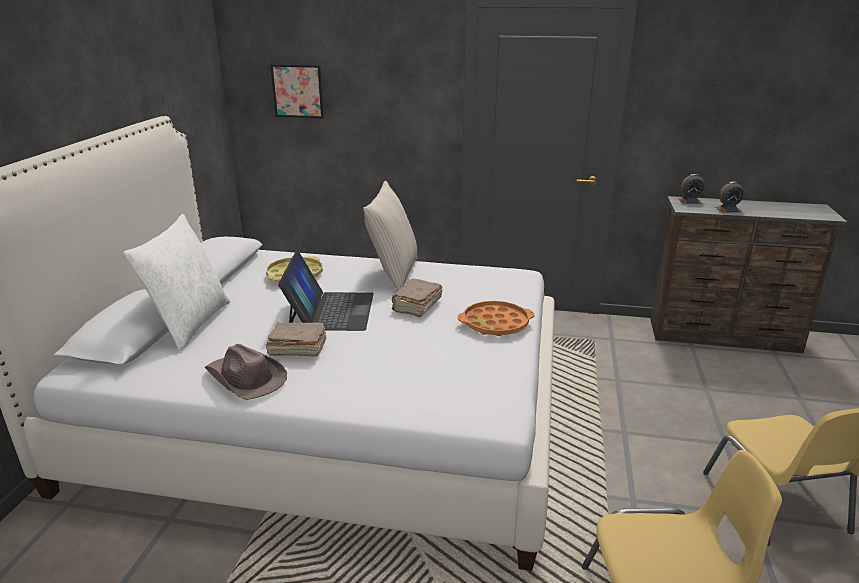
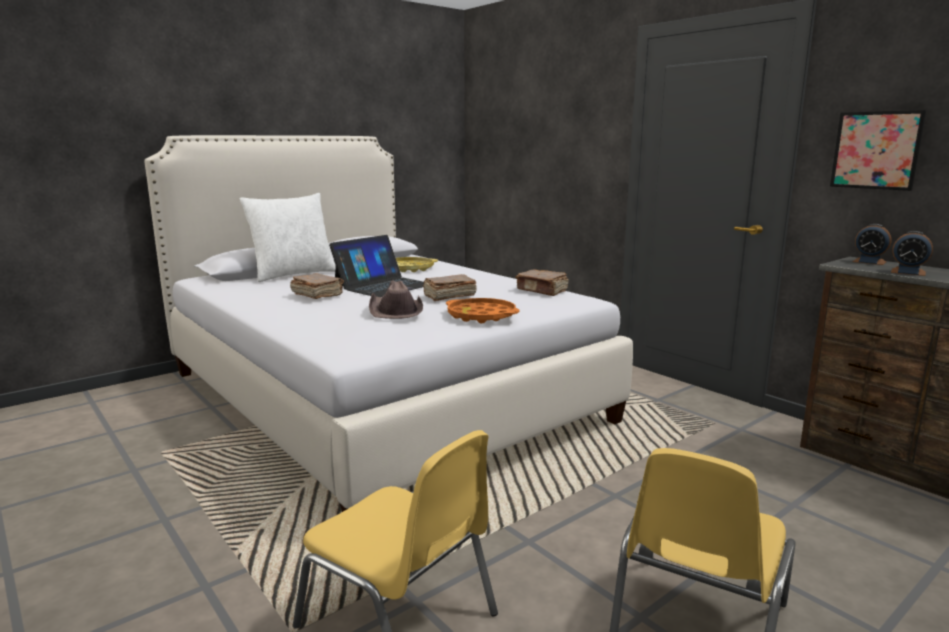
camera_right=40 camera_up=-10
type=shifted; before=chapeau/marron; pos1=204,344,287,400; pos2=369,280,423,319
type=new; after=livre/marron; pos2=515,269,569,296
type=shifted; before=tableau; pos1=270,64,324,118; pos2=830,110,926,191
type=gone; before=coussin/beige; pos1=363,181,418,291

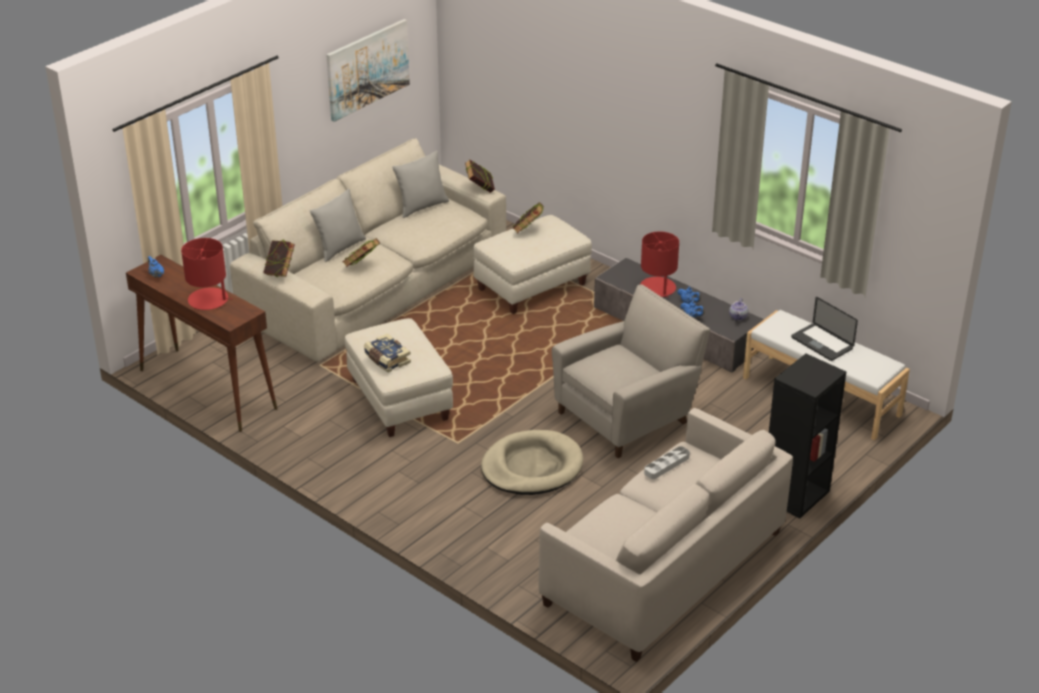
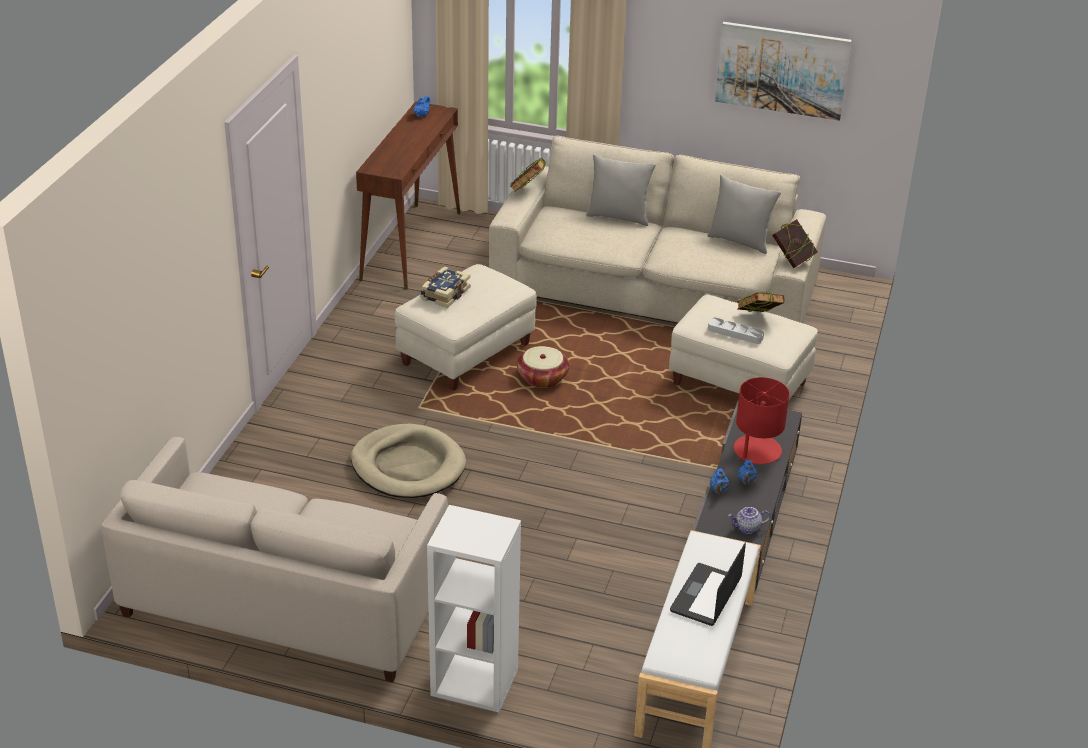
camera_right=65 camera_up=0
type=repainted; before=bibliothèque/noir; after=bibliothèque/blanc; pos1=769,354,846,518; pos2=427,505,521,713
type=new; after=panier; pos2=517,346,569,388
type=shifted; before=plateau/gris; pos1=644,446,690,479; pos2=708,317,764,344
type=gone; before=lampe de table/rouge; pos1=181,238,233,310
type=gone; before=livre; pos1=343,238,380,267
type=gone; before=fauteuil/beige; pos1=552,284,710,458

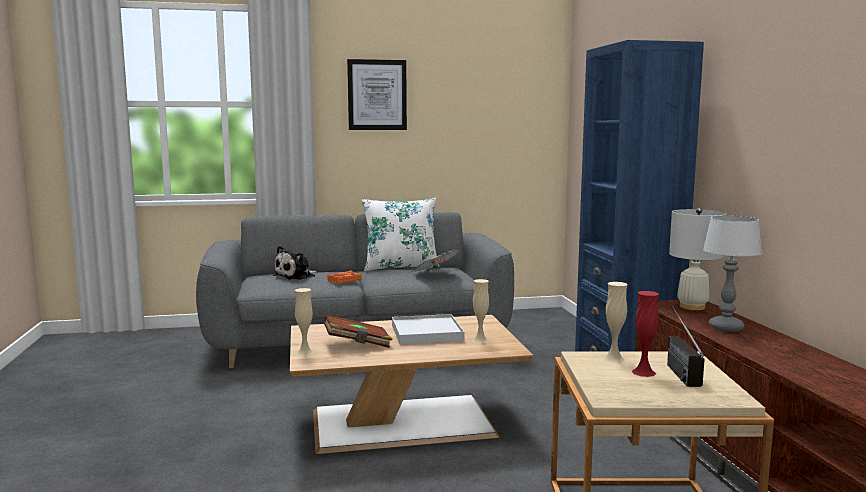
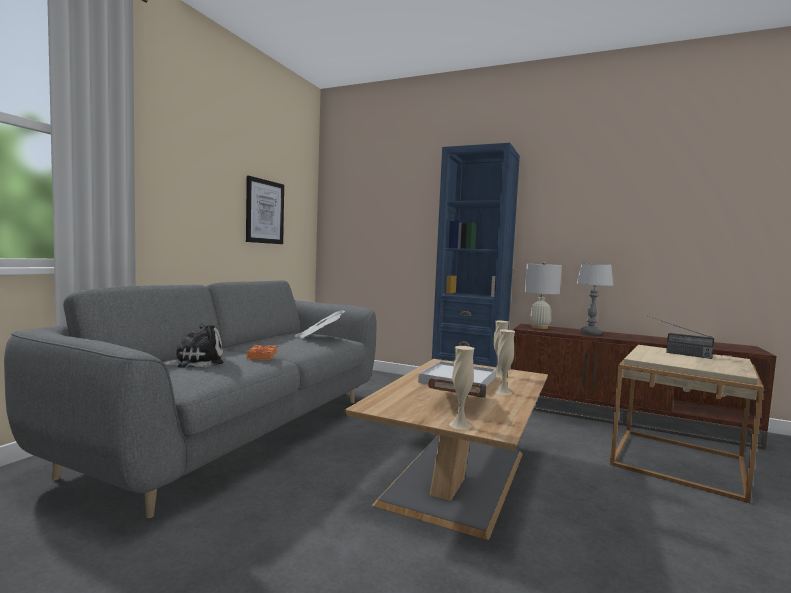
camera_right=-55 camera_up=-5
type=rotated; before=peluche; pos1=273,245,317,280; pos2=163,324,223,367; turn=-105
type=shifted; before=tableau; pos1=347,59,407,130; pos2=246,176,284,244
type=shifted; before=vase/beige; pos1=603,282,628,363; pos2=494,329,515,395
type=gone; before=coussin/blanc; pos1=362,198,440,271
type=gone; before=vase/rouge; pos1=631,291,659,377

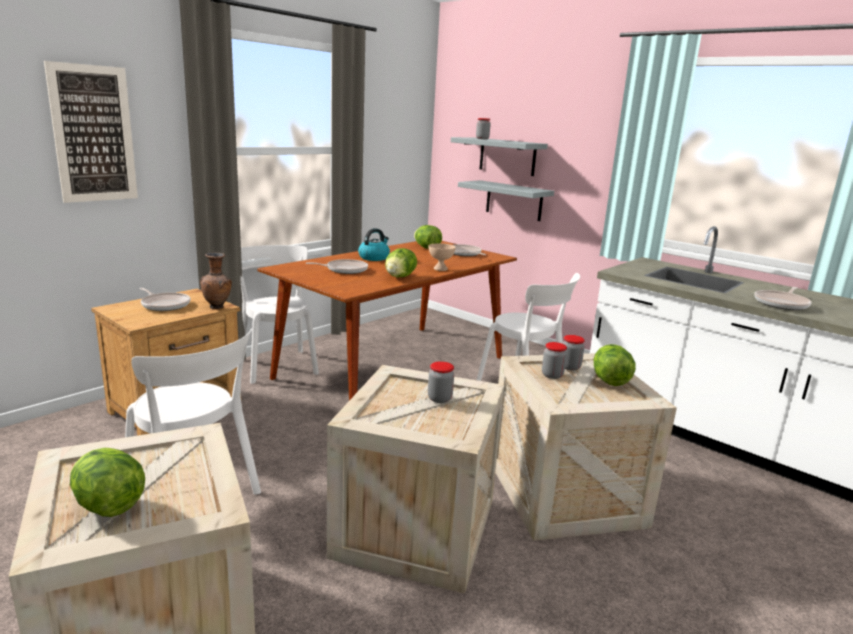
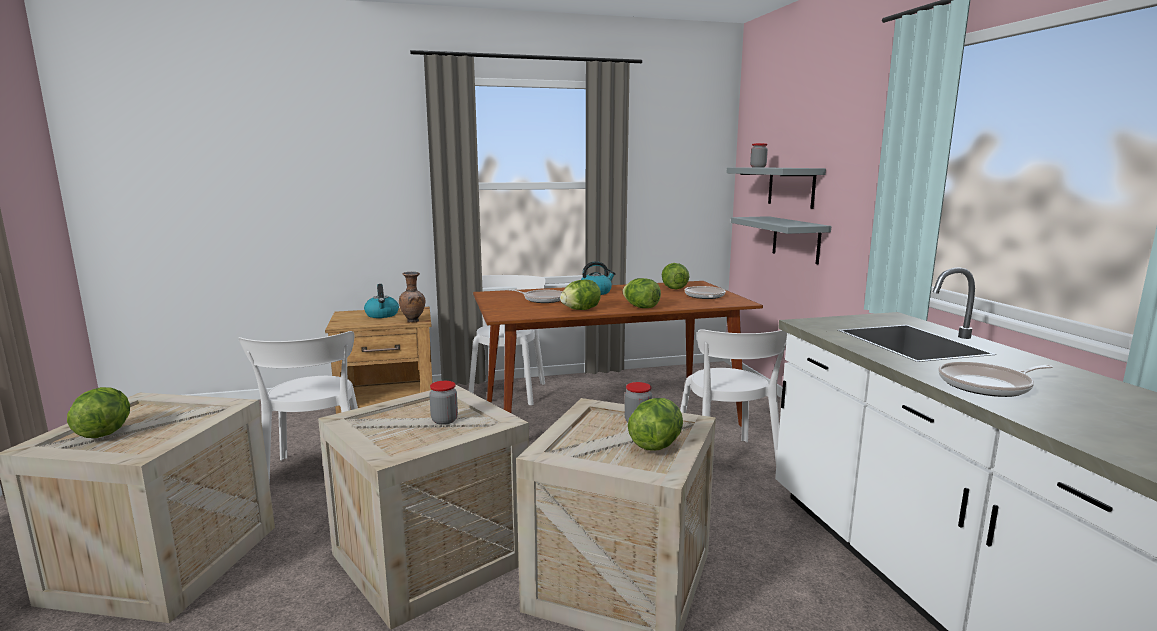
camera_right=35 camera_up=-5
type=swapped; before=poêle; after=bouilloire; pos1=140,288,191,311; pos2=364,284,399,318
type=swapped; before=bol/beige; after=laitue; pos1=429,243,456,271; pos2=623,278,661,308
type=gone; before=tableau; pos1=44,61,138,203
type=gone; before=bocal; pos1=542,342,567,379

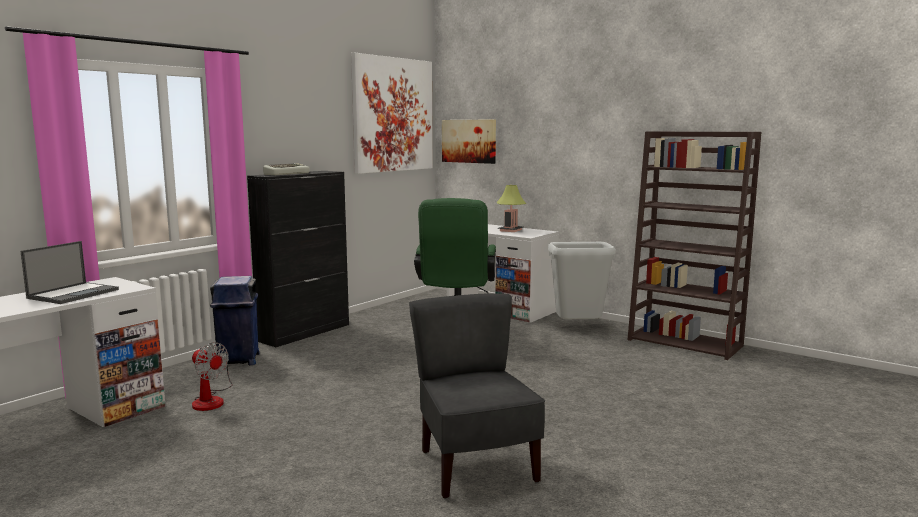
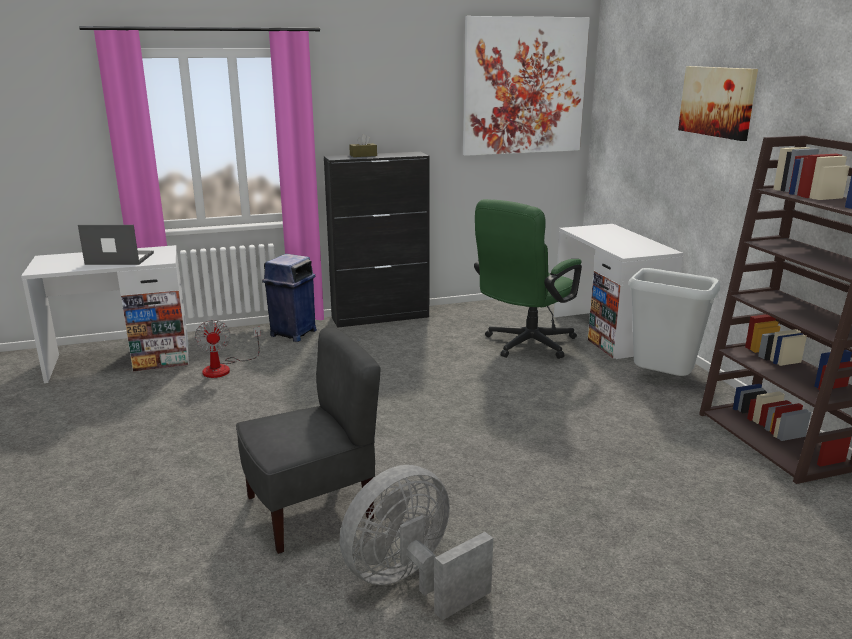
camera_right=35 camera_up=10
type=rotated; before=ordinateur portable; pos1=21,241,119,304; pos2=78,225,154,265; turn=-150
type=rotated; before=chaise/gris; pos1=409,293,545,499; pos2=236,327,381,554; turn=45
type=new; after=ventilateur/gris; pos2=340,465,493,621
type=swapped; before=clavier; after=boîte à mouchoirs/marron; pos1=263,163,310,175; pos2=349,134,377,157
type=shifted; before=tableau; pos1=442,119,496,164; pos2=678,66,758,141
type=gone; before=lampe de table; pos1=497,185,526,232

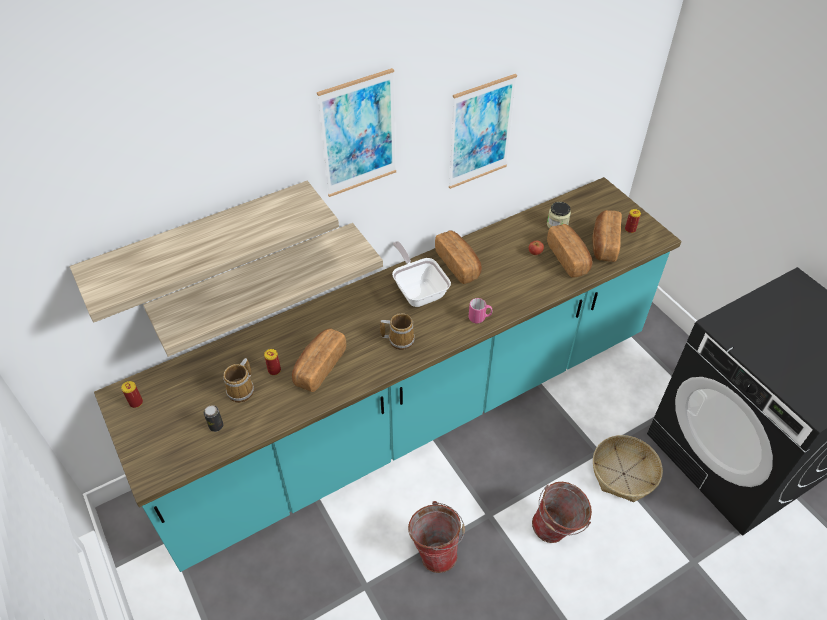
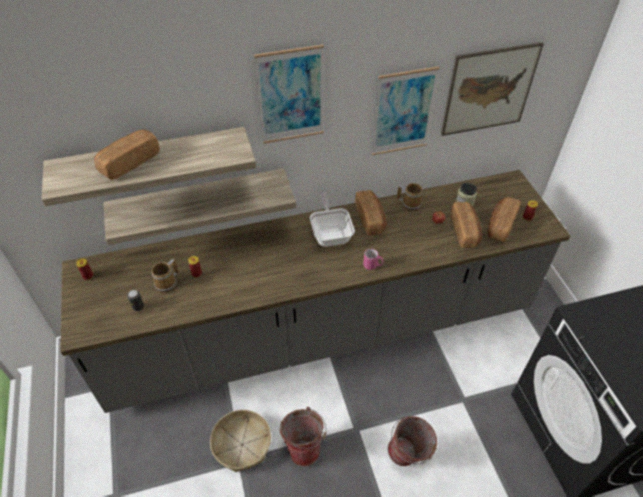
camera_right=15 camera_up=0
type=repainted; before=comptoir de cuisine/turquoise; after=comptoir de cuisine/gris; pos1=94,177,682,572; pos2=60,170,571,413
type=shifted; before=pain; pos1=292,328,346,392; pos2=94,130,159,180
type=shifted; before=panier; pos1=593,435,663,502; pos2=210,410,271,472
type=shifted; before=mug; pos1=380,313,415,350; pos2=397,183,423,211
type=new; after=tableau; pos2=441,42,544,136

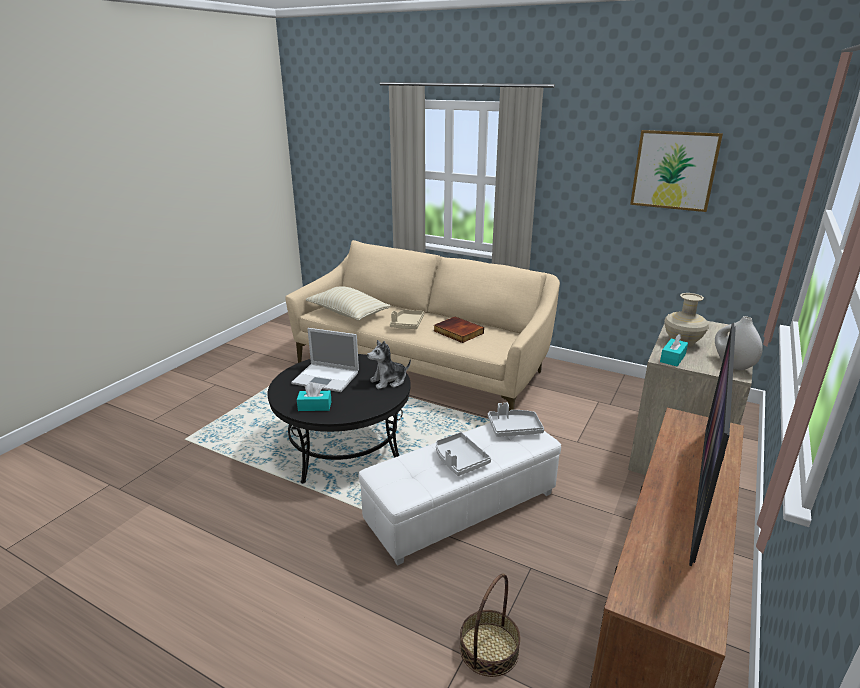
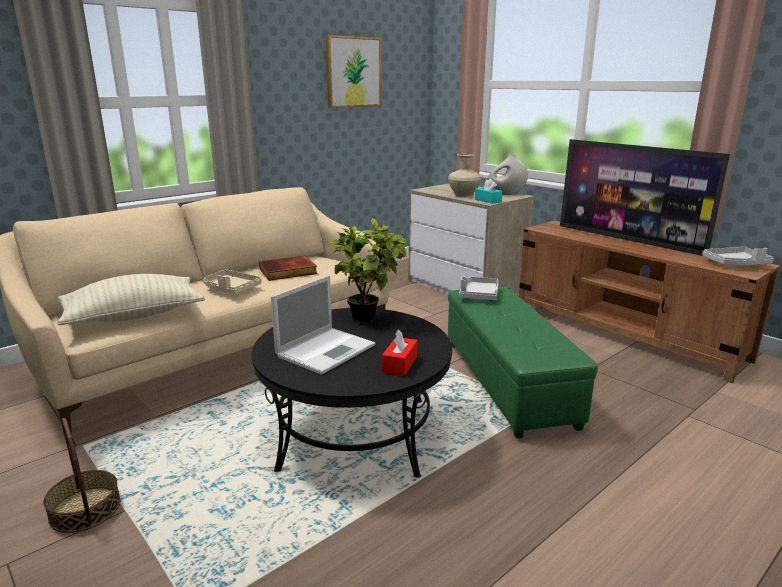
camera_right=-70 camera_up=-5
type=shifted; before=panier; pos1=460,574,521,677; pos2=43,418,121,533
type=swapped; before=peluche; after=plante en pot; pos1=367,340,411,389; pos2=328,218,408,323
type=repainted; before=boîte à mouchoirs/turquoise; after=boîte à mouchoirs/rouge; pos1=297,383,331,411; pos2=382,329,417,376
type=repainted; before=pouf/blanc; after=pouf/vert; pos1=359,423,561,566; pos2=448,287,598,439
type=shifted; before=plateau/gris; pos1=436,432,491,476; pos2=702,247,774,266

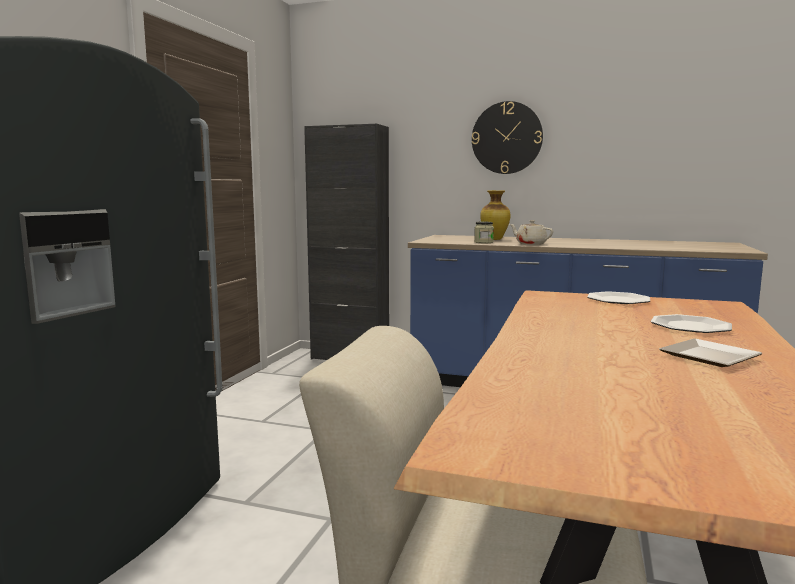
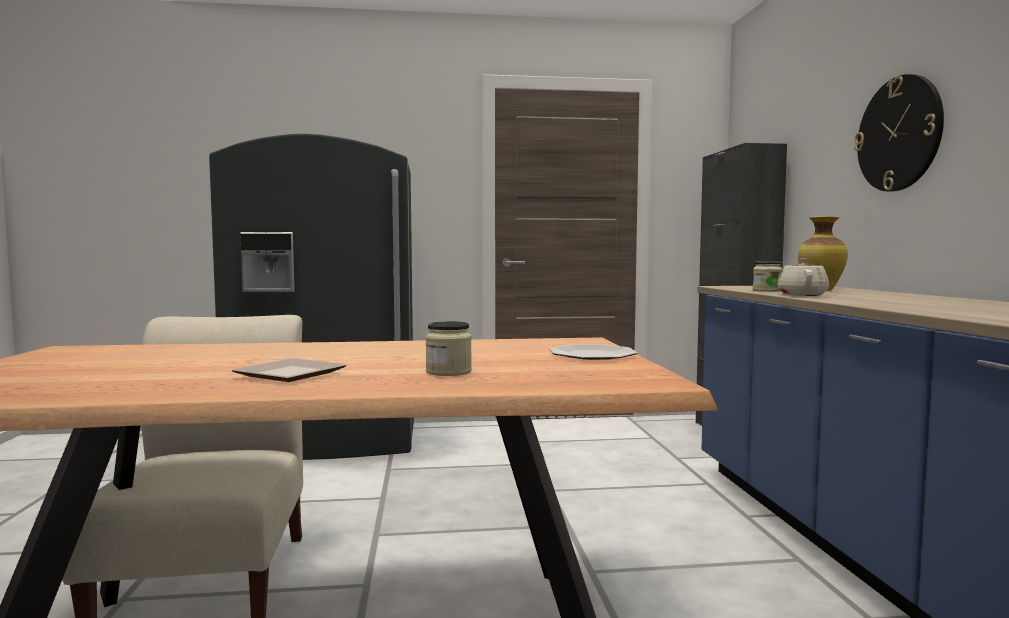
camera_right=65 camera_up=-5
type=swapped; before=assiette; after=bocal; pos1=651,314,732,333; pos2=425,321,472,376

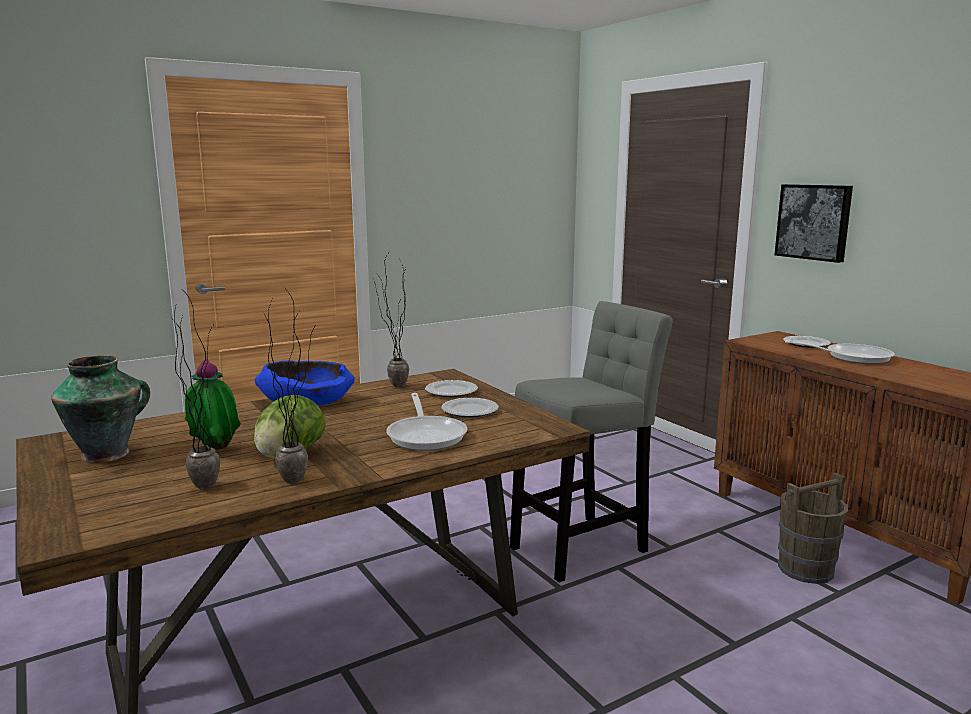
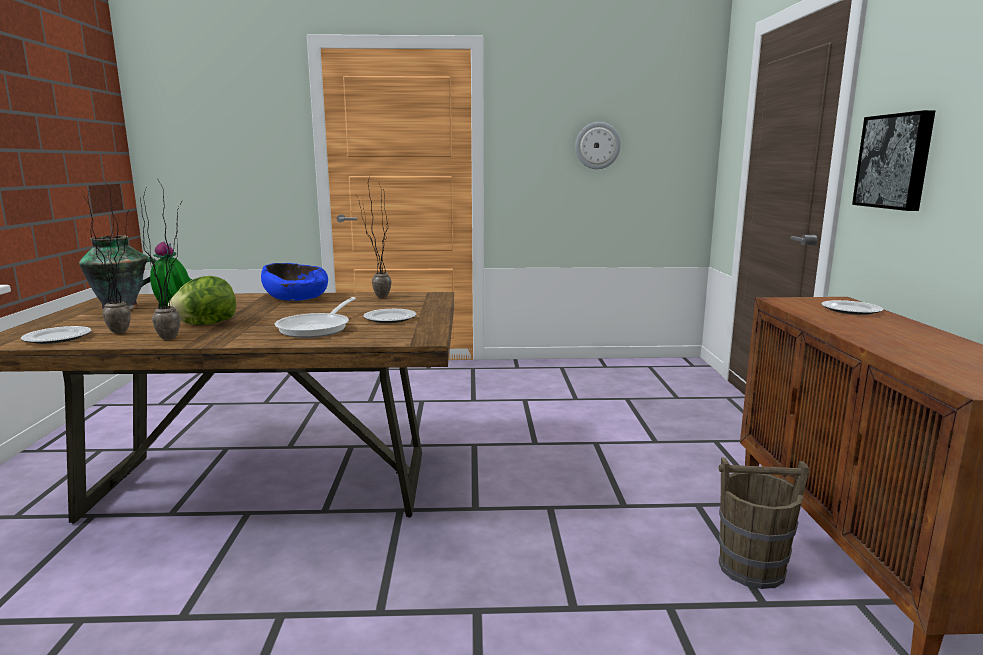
camera_right=30 camera_up=0
type=shifted; before=assiette; pos1=425,380,478,397; pos2=21,326,92,344
type=new; after=horloge murale; pos2=575,122,621,169
type=gone; before=tabouret/gris; pos1=510,301,673,583
type=gone; before=poêle; pos1=785,341,895,364

